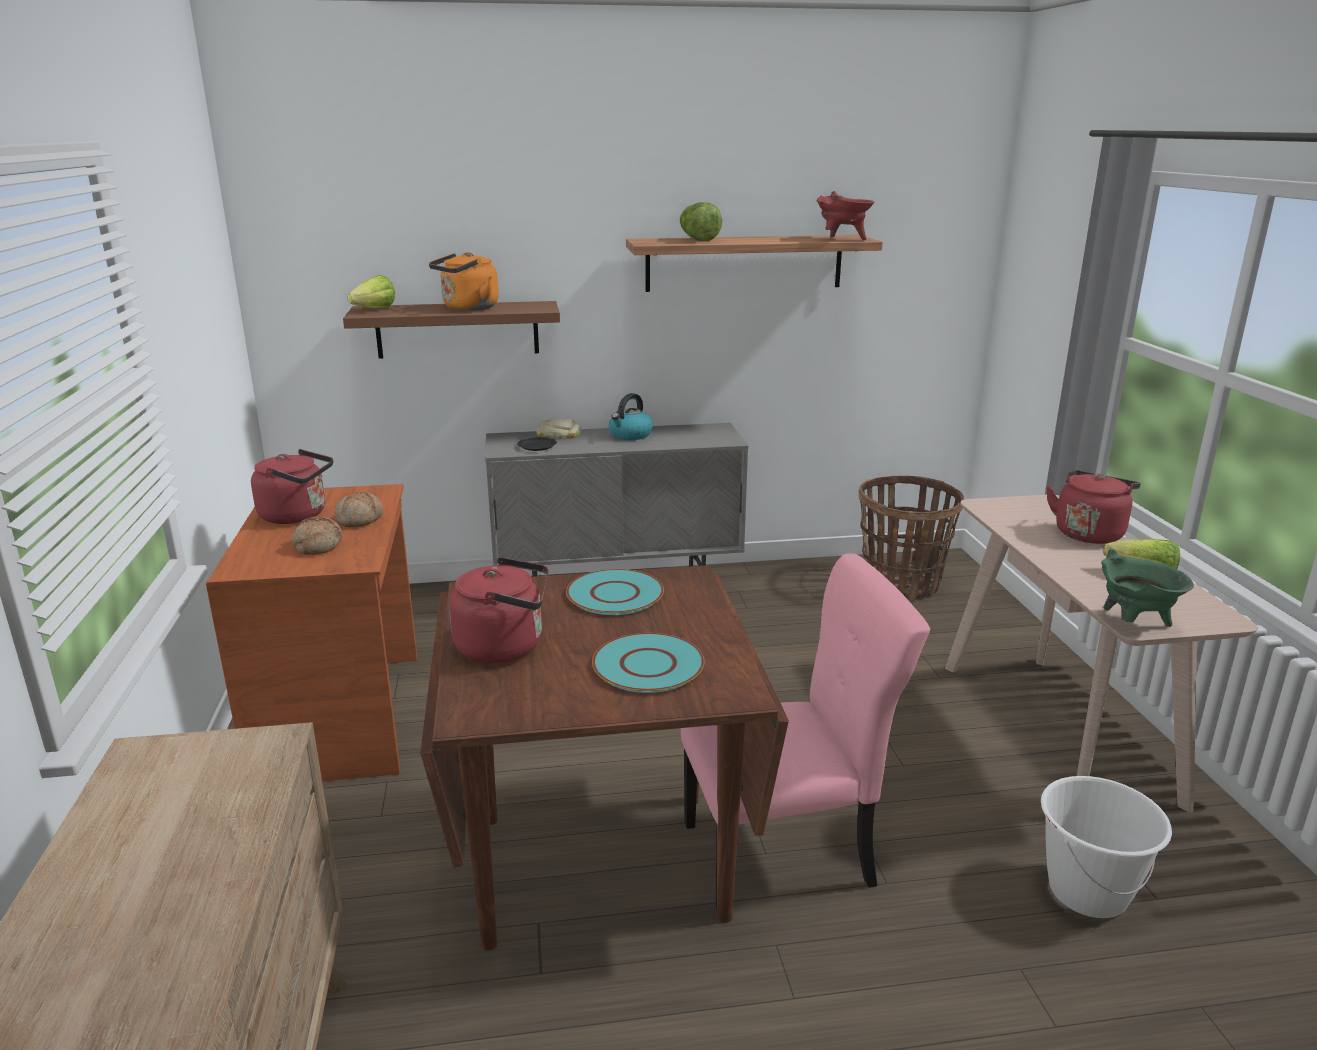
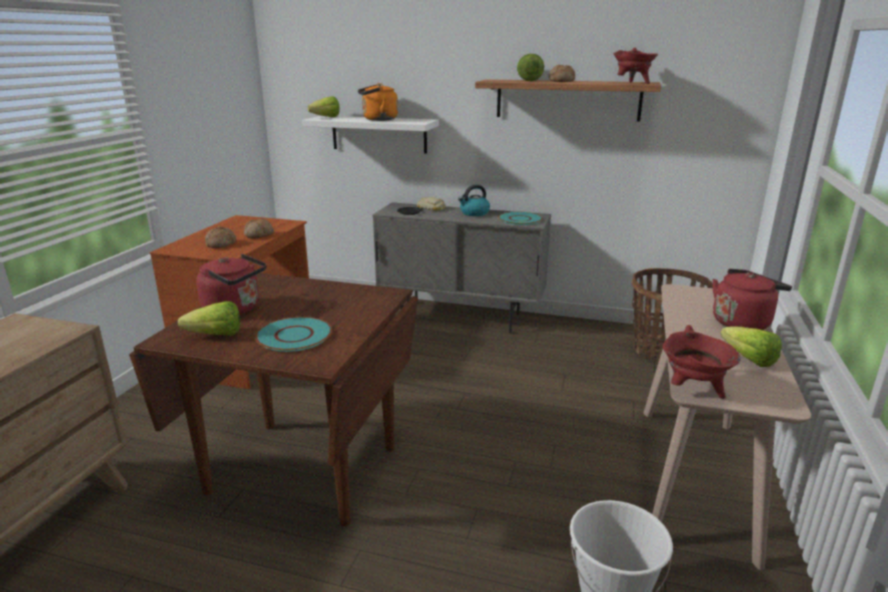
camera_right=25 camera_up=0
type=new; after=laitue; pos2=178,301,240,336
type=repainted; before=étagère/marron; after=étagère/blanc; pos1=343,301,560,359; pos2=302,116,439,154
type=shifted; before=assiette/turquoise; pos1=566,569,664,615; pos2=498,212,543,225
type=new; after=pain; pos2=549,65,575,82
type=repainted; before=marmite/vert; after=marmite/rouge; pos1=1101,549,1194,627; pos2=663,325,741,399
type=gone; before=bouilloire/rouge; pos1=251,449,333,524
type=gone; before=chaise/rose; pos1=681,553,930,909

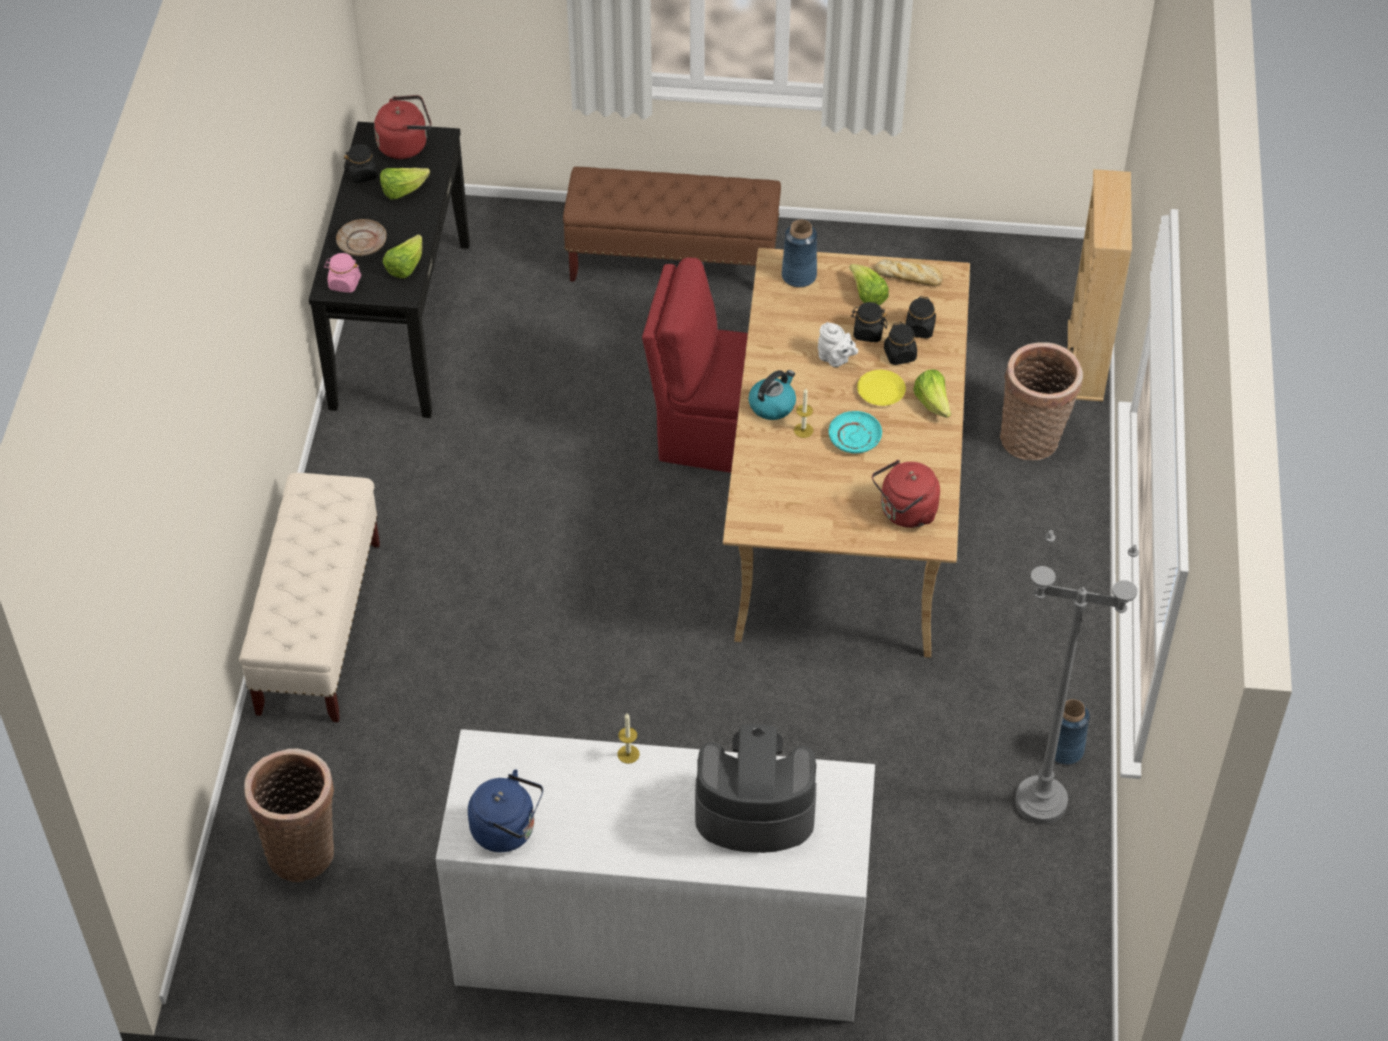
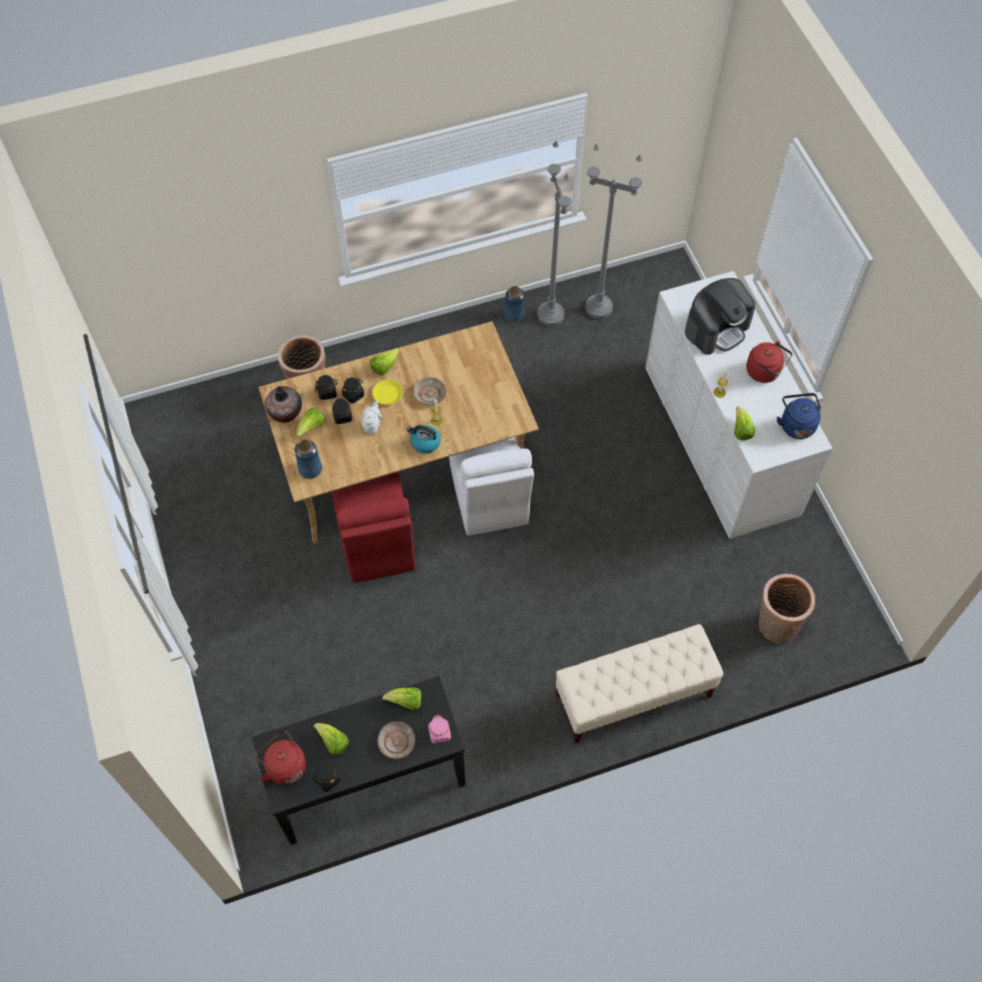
camera_right=-115 camera_up=10
type=swapped; before=pain; after=vase; pos1=874,259,943,286; pos2=265,386,302,423
type=repainted; before=assiette/turquoise; after=assiette/beige; pos1=829,411,882,453; pos2=413,377,446,405
type=new; after=chaise/blanc; pos2=449,437,534,536
type=new; after=lampadaire/gris; pos2=585,144,642,319
type=rotated; before=machine à café; pos1=695,724,816,853; pos2=685,278,756,355; turn=-105
type=new; after=laitue; pos2=734,407,755,441
type=shifted; before=bouilloire/rouge; pos1=872,460,940,528; pos2=746,341,792,383
type=gone; before=banc/marron; pos1=563,167,781,282
type=gone; before=bibliothèque/beige; pos1=1068,169,1132,401

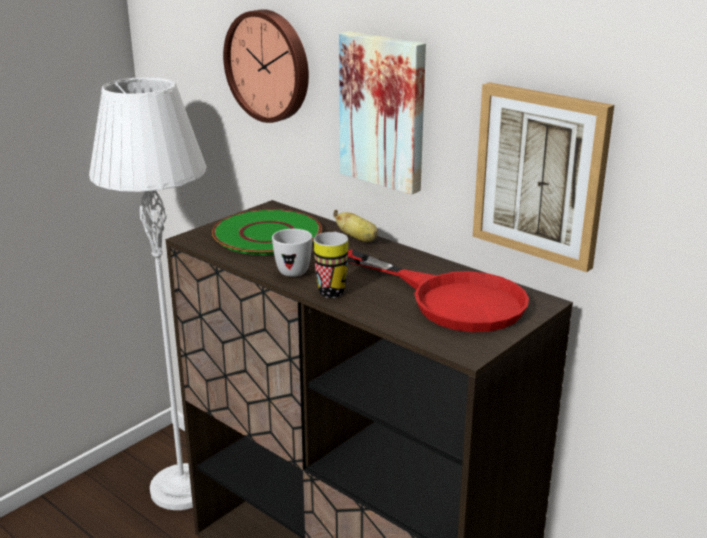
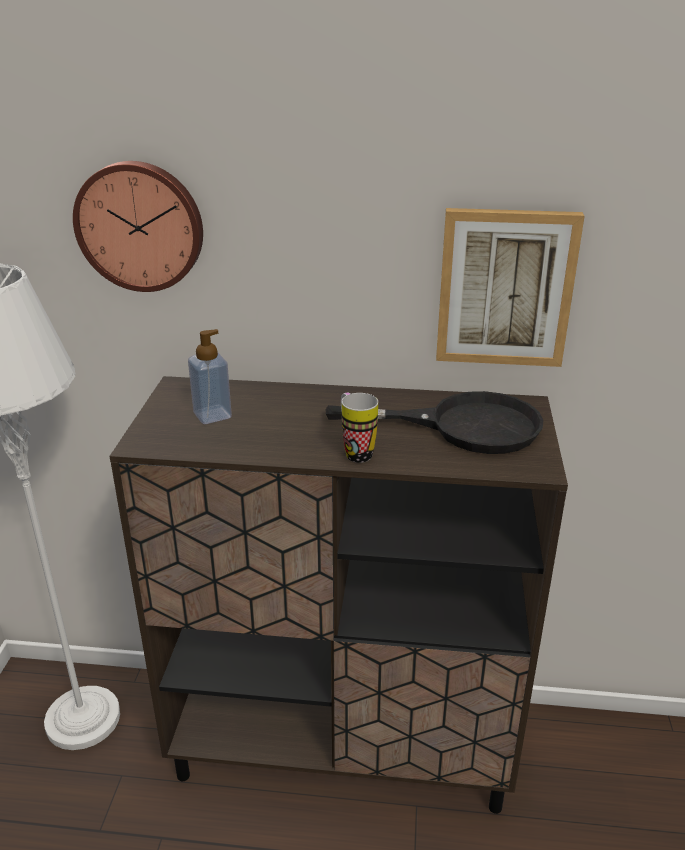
camera_right=-35 camera_up=5
type=swapped; before=assiette/vert; after=distributeur de savon; pos1=212,209,322,255; pos2=188,329,232,424
type=repainted; before=poêle/rouge; after=poêle/noir; pos1=348,249,529,332; pos2=326,391,544,454
type=gone; before=mug/blanc; pos1=272,229,312,277
type=gone; before=banane; pos1=333,210,378,242
type=gone; before=tableau; pos1=339,31,426,194

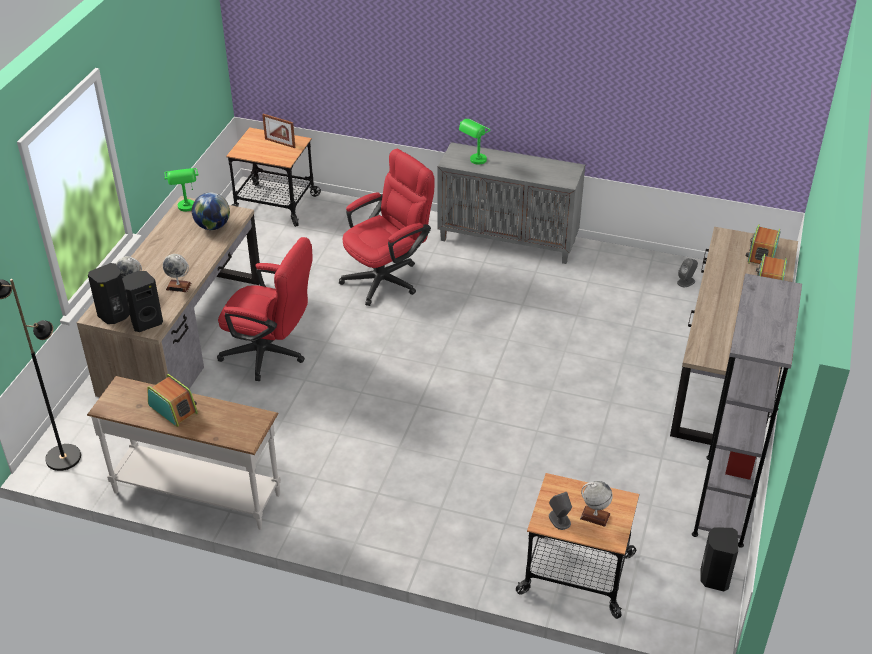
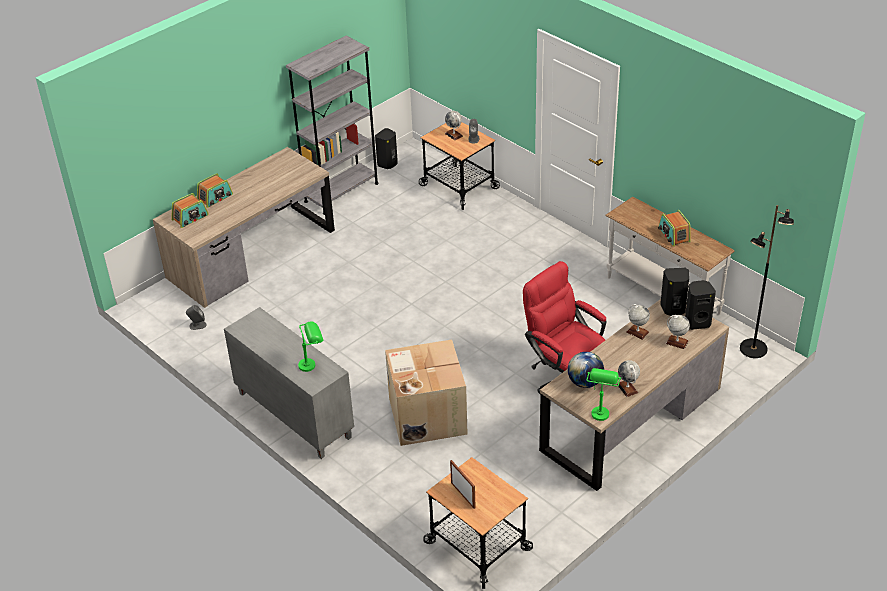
camera_right=-150 camera_up=0
type=swapped; before=chaise de bureau/rouge; after=carton; pos1=339,149,435,306; pos2=385,339,468,446
type=new; after=globe; pos2=617,360,640,397

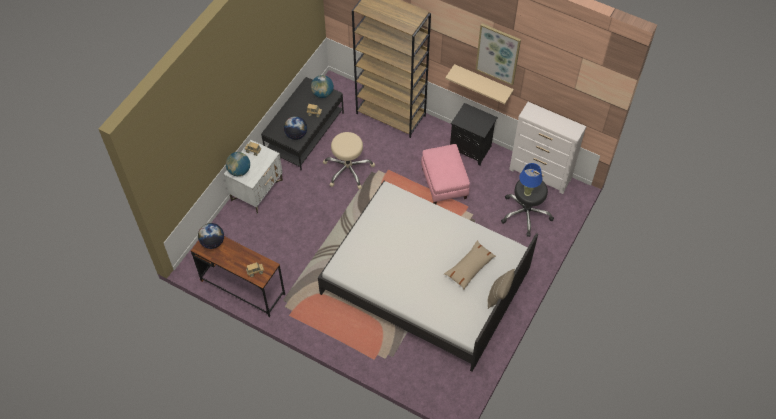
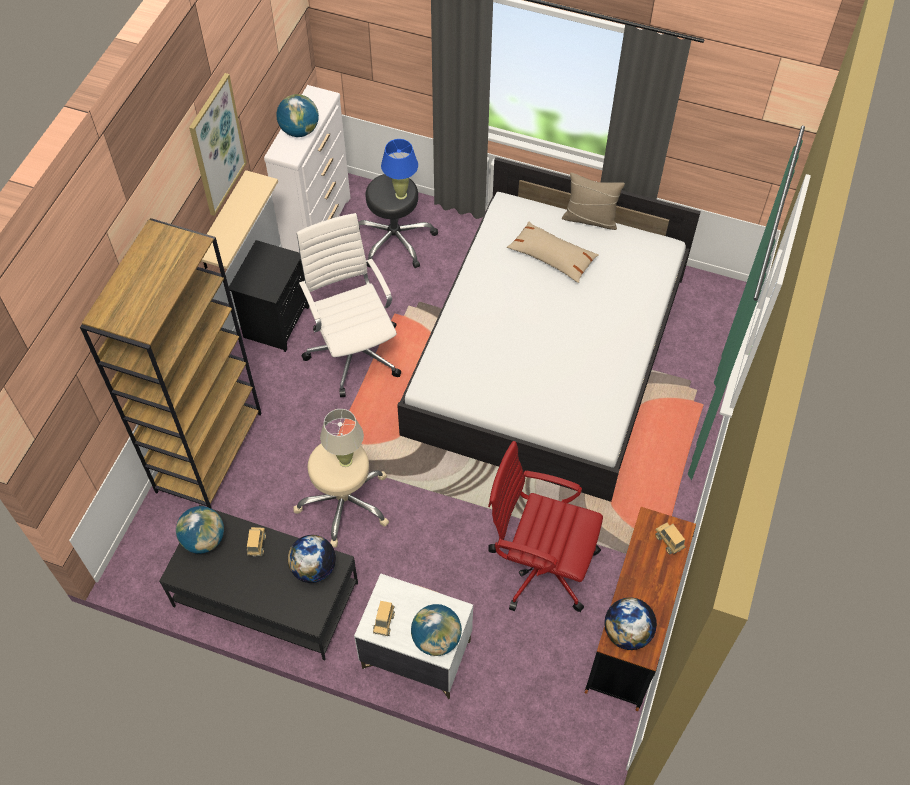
camera_right=-100 camera_up=0
type=new; after=globe; pos2=276,94,319,137
type=swapped; before=pouf/rose; after=chaise de bureau/blanc; pos1=421,144,470,204; pos2=296,213,401,397
type=new; after=lampe de table/beige; pos2=320,409,364,467
type=new; after=chaise de bureau/rouge; pos2=488,441,603,612

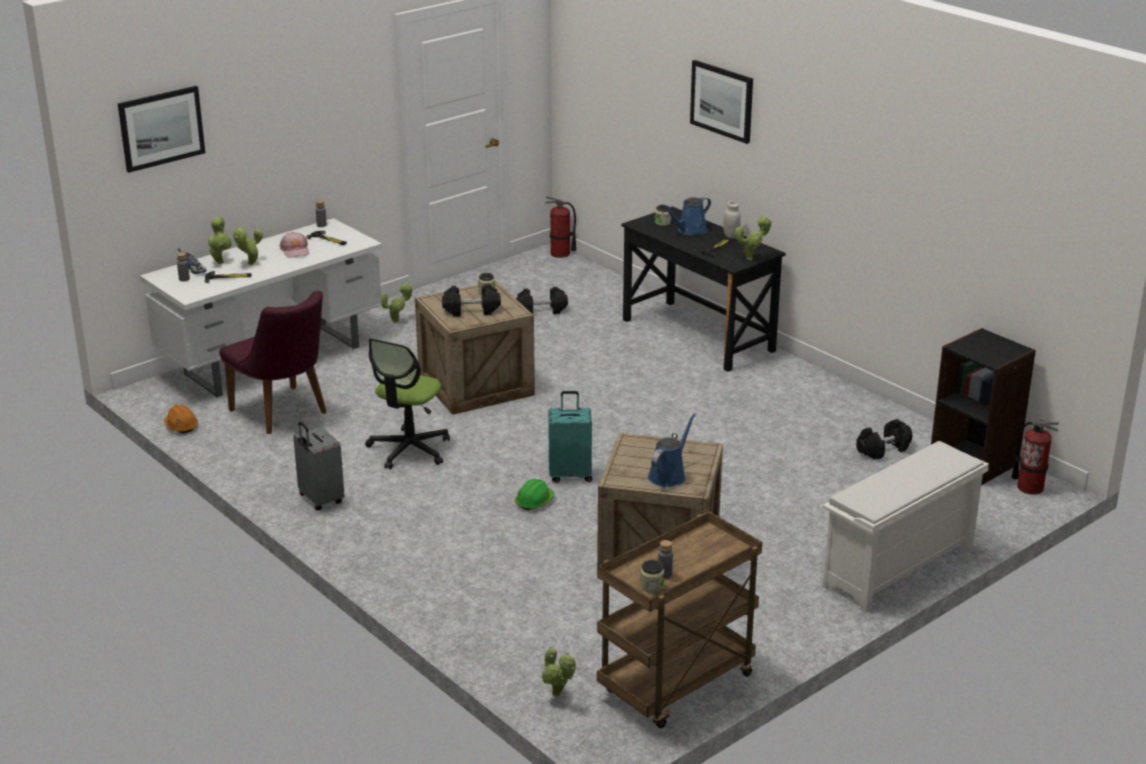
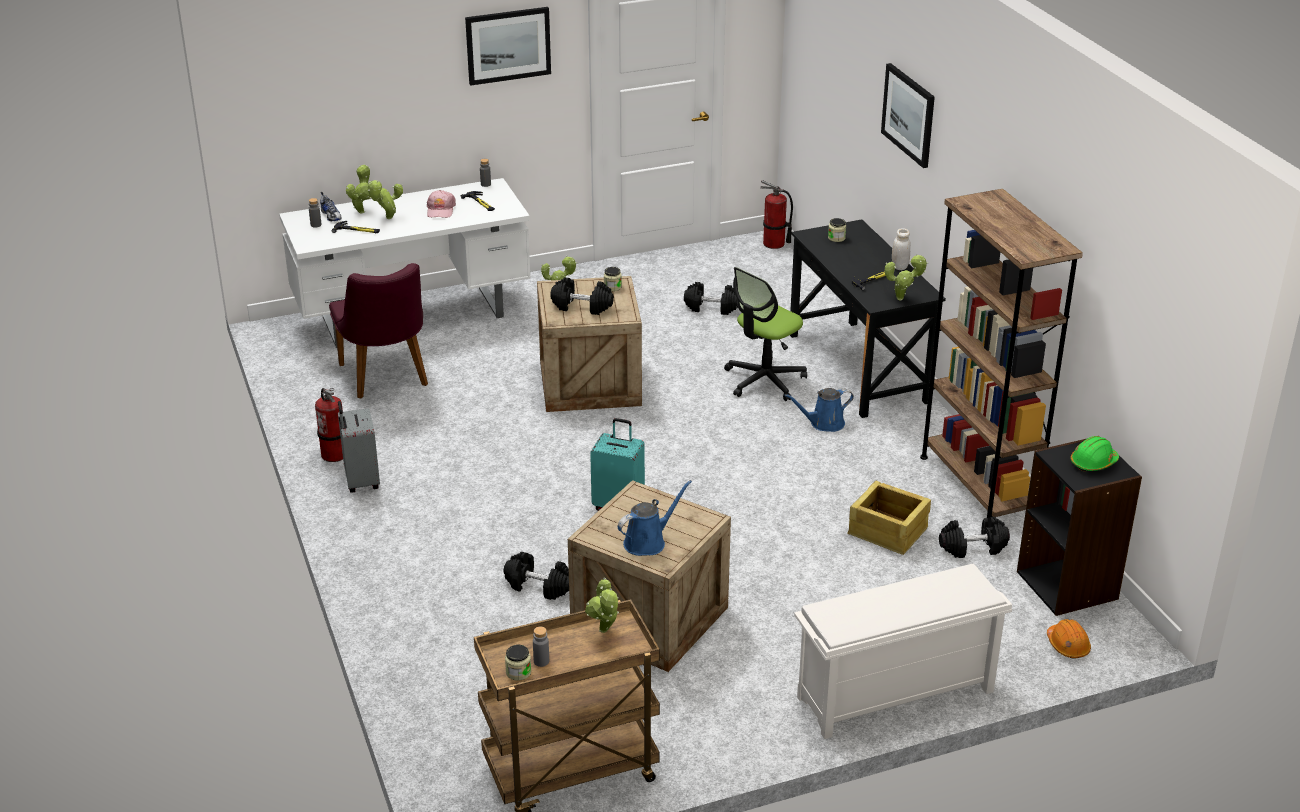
camera_right=20 camera_up=5
type=shifted; before=extincteur; pos1=1011,420,1059,495; pos2=315,388,343,462
type=shifted; before=tableau; pos1=118,86,205,173; pos2=465,7,551,86
type=new; after=haltère/noir; pos2=504,552,569,600
type=shifted; before=plante en pot; pos1=542,647,576,697; pos2=585,578,619,633
type=shifted; before=chaise de bureau; pos1=365,338,450,470; pos2=724,267,807,401
type=shifted; before=arrosoir/bleu; pos1=661,197,711,235; pos2=785,388,854,432
type=new; after=caisse; pos2=847,481,931,555
type=new; after=bibliothèque/marron; pos2=920,189,1083,518
type=shifted; before=casque de chantier/orange; pos1=164,405,198,433; pos2=1047,619,1091,659
type=shifted; before=casque de chantier/vert; pos1=515,479,555,510; pos2=1070,436,1119,472

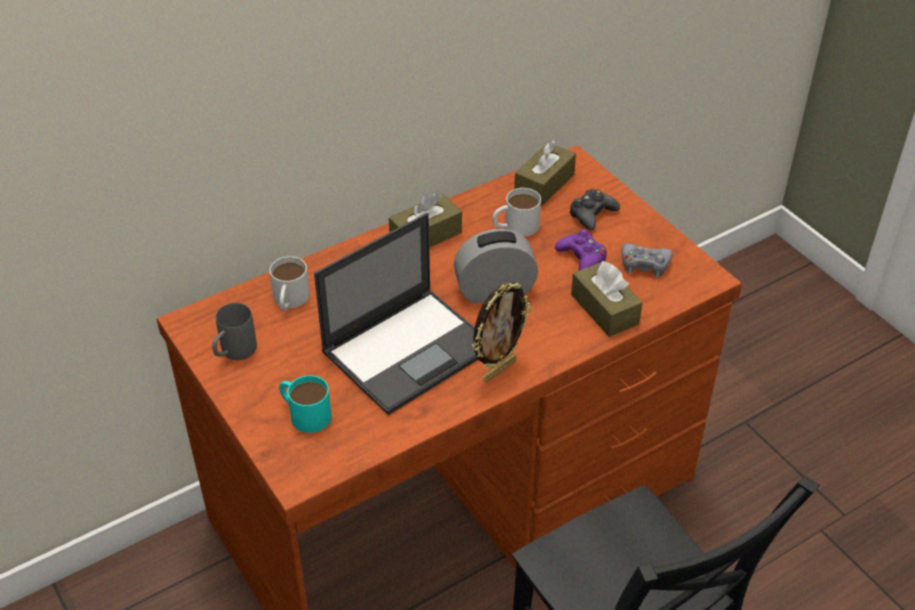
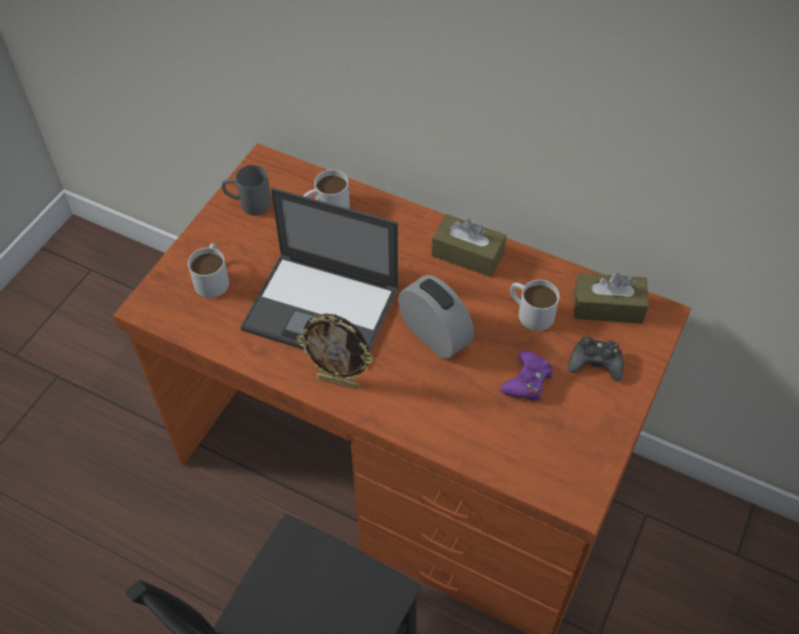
camera_right=60 camera_up=10
type=repainted; before=mug/turquoise; after=mug/blanc; pos1=279,375,332,433; pos2=188,243,229,298
type=gone; before=boîte à mouchoirs/marron; pos1=571,261,643,337
type=gone; before=manette/gris; pos1=621,243,673,278

